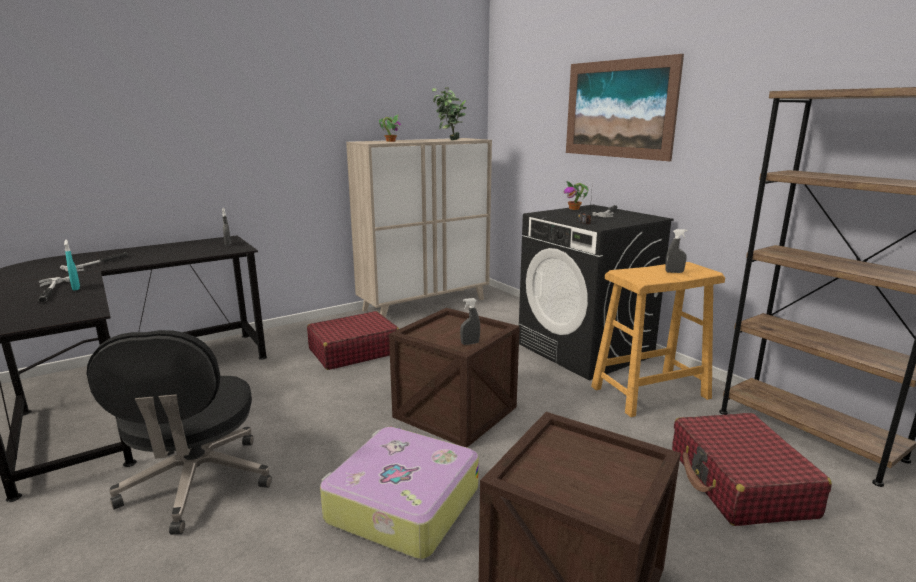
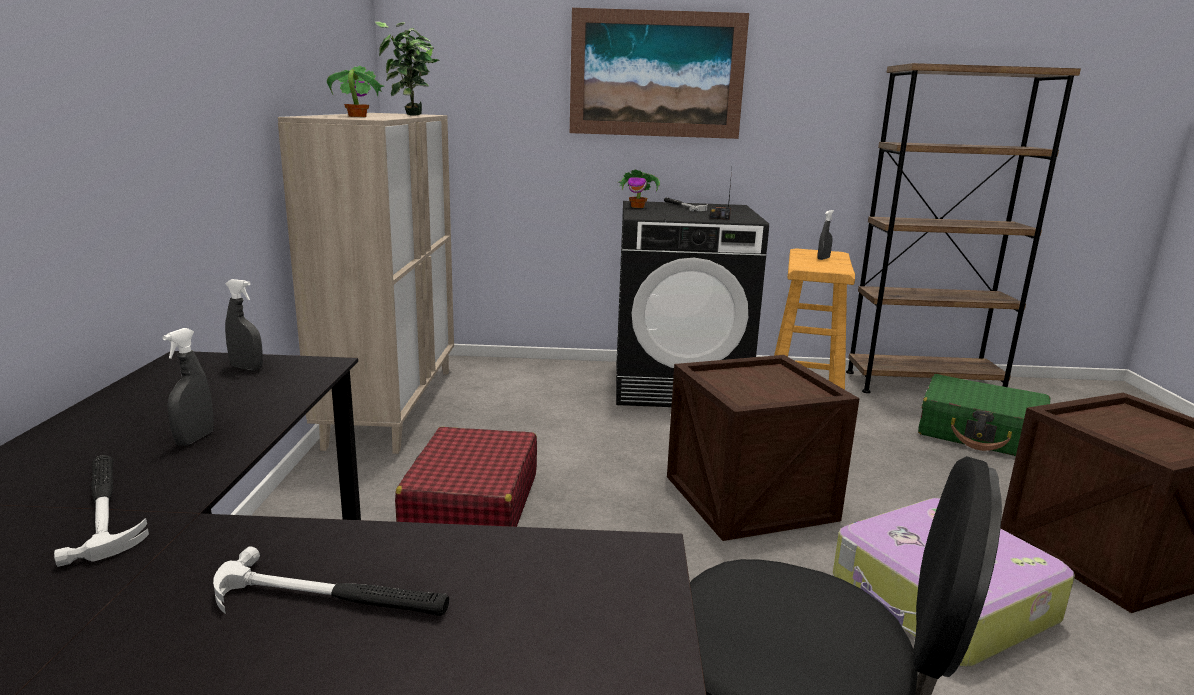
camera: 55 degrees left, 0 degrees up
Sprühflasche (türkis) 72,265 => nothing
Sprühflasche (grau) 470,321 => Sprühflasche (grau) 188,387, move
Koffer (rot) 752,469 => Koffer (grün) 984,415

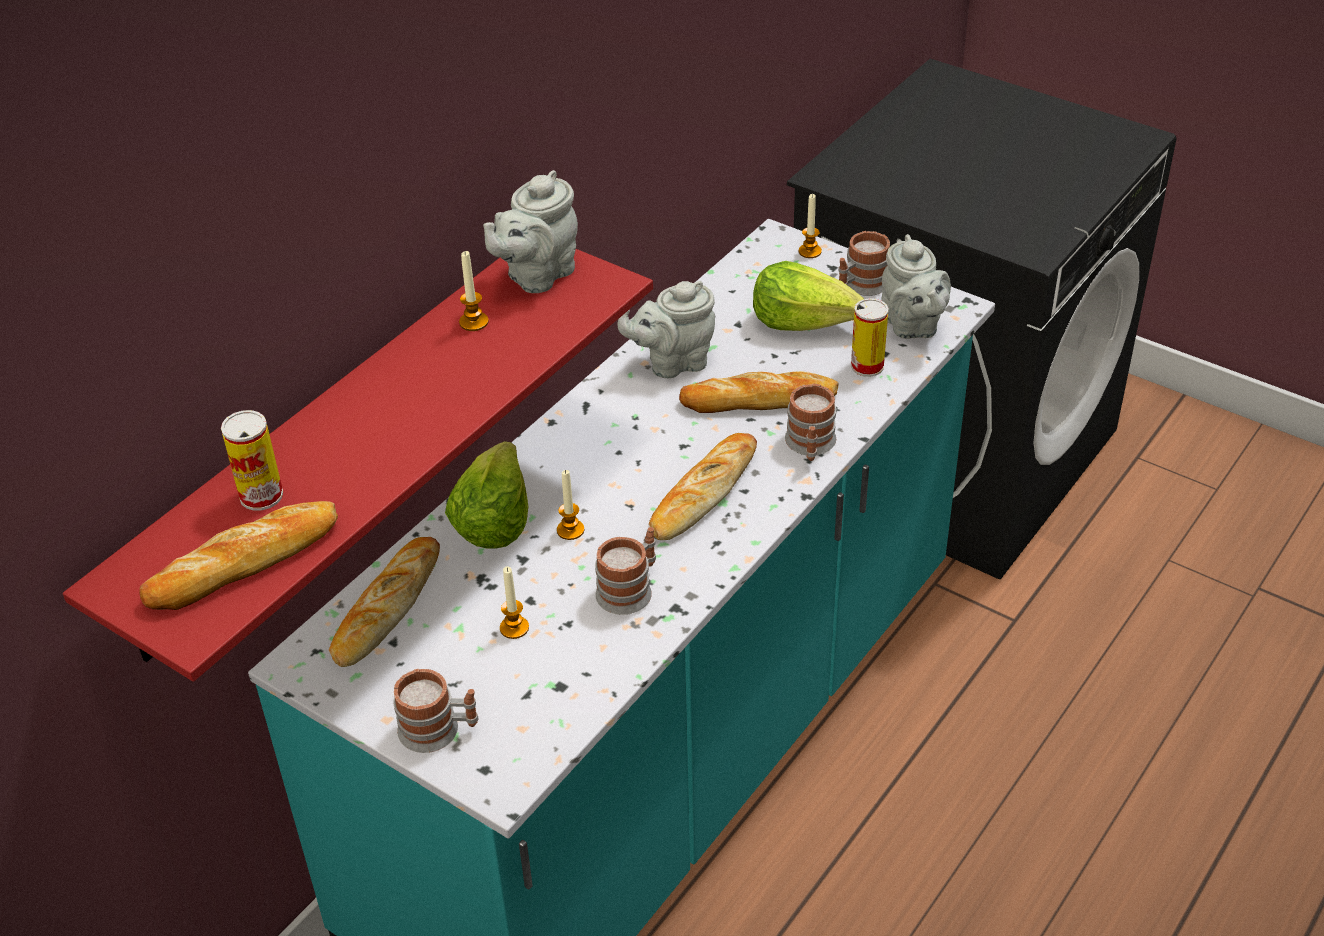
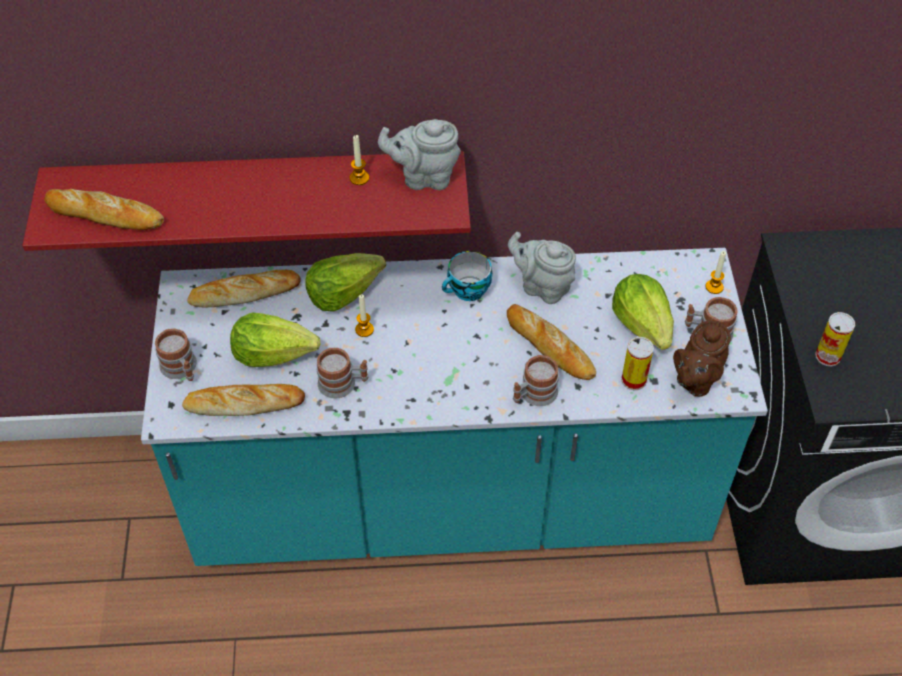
camera: 50 degrees right, 10 degrees up
nothing => Tasse 467,276
Dose 252,460 => Dose 835,339, move
Brot 703,486 => Brot 243,400, move
Kerze 514,602 => Salatkopf 275,340
Teekanne (grau) 916,286 => Teekanne (braun) 702,359

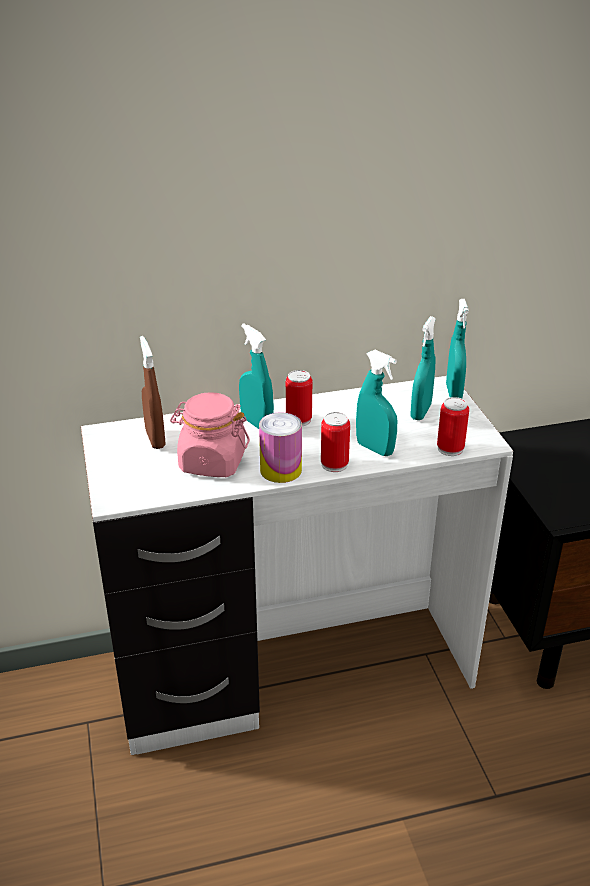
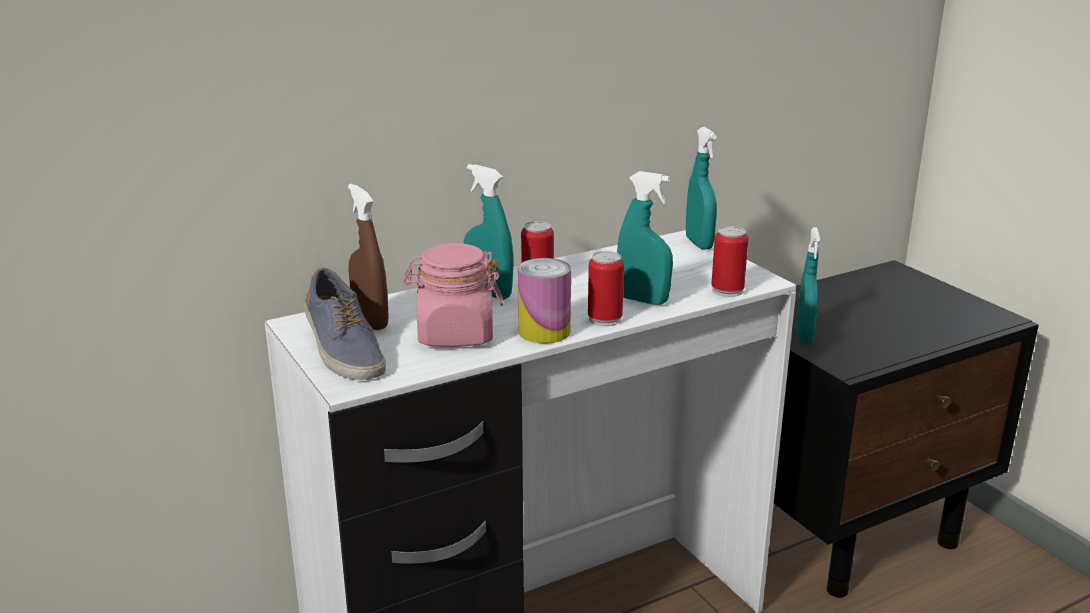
camera: 15 degrees left, 10 degrees down
nothing => Schuh 345,323
Sprühflasche (türkis) 423,368 => Sprühflasche (türkis) 808,285, move

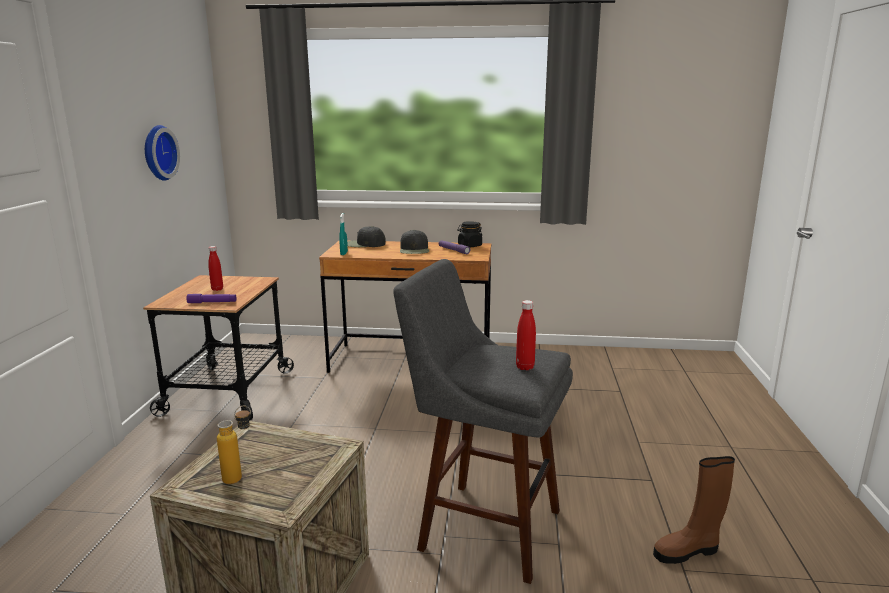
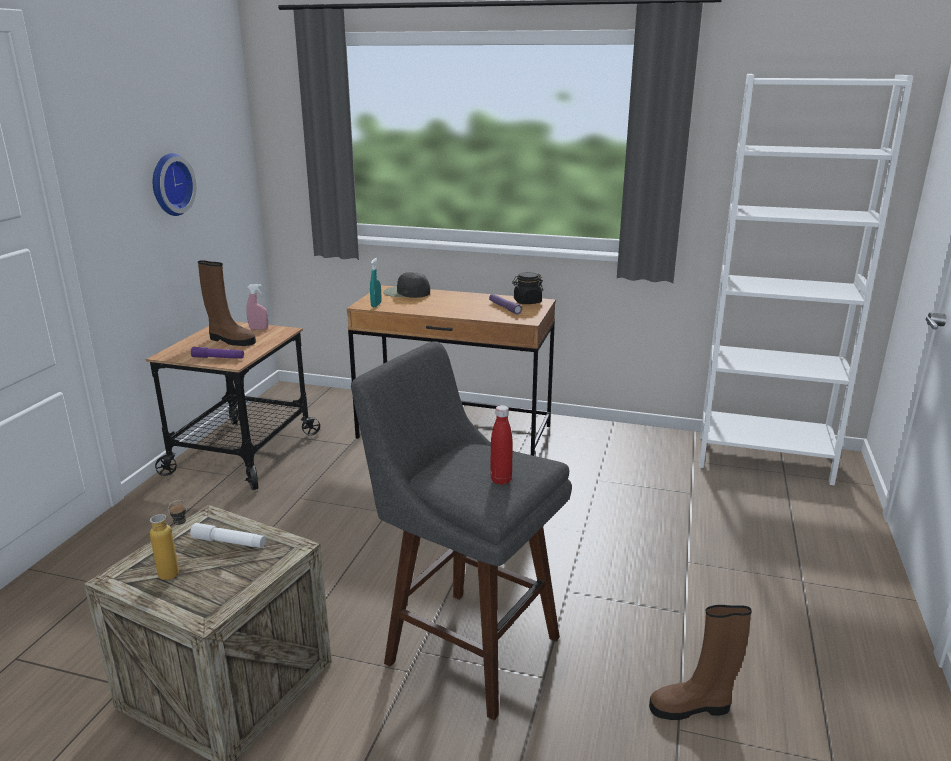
camera: 10 degrees right, 5 degrees up
Kappe (schwarz) 414,242 => nothing
nothing => Taschenlampe (weiß) 228,535
nothing => Sprühflasche (rosa) 257,306
nothing => Bücherregal (weiß) 806,280
Flasche (rot) 215,268 => Stiefel (braun) 227,303

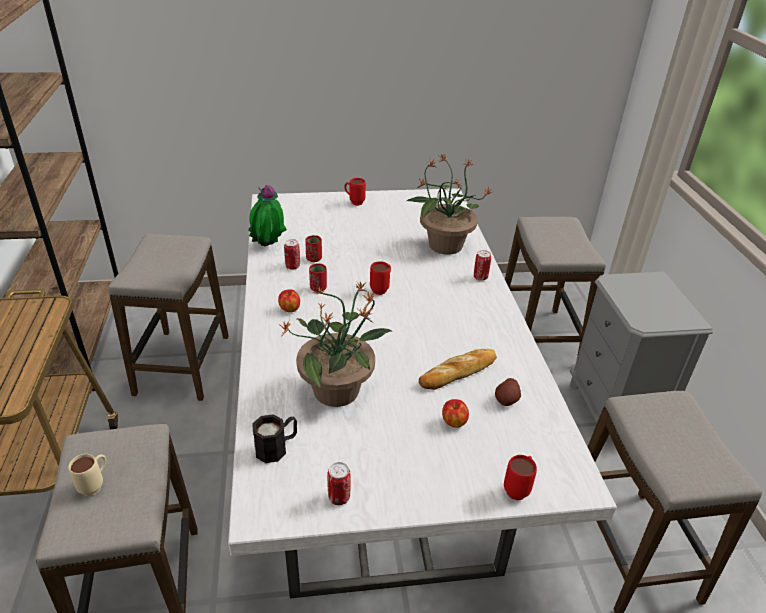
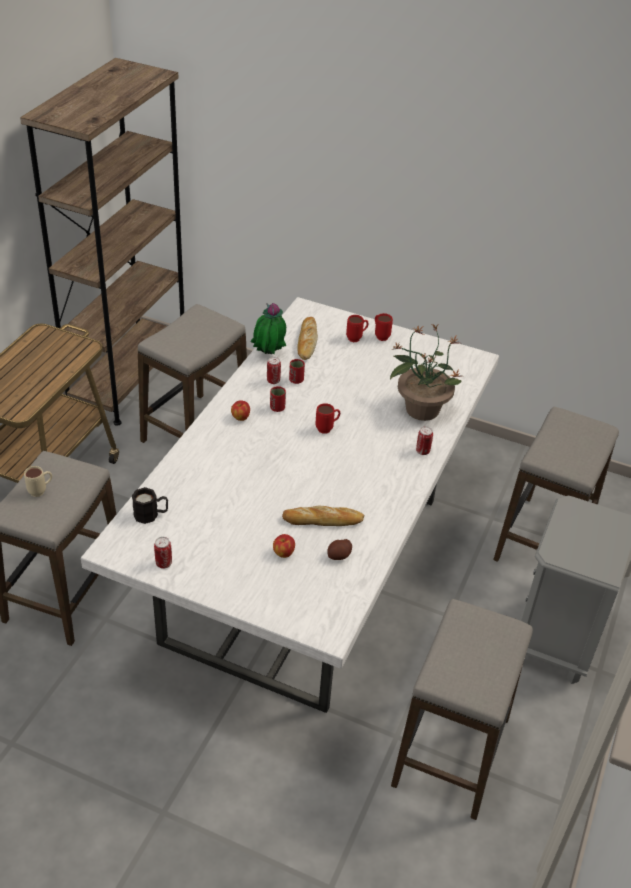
camera: 30 degrees right, 5 degrees up
Topfpflanze 336,343 => nothing
nothing => Brot 307,338
Henkelbecher (rot) 520,477 => Henkelbecher (rot) 357,328, move

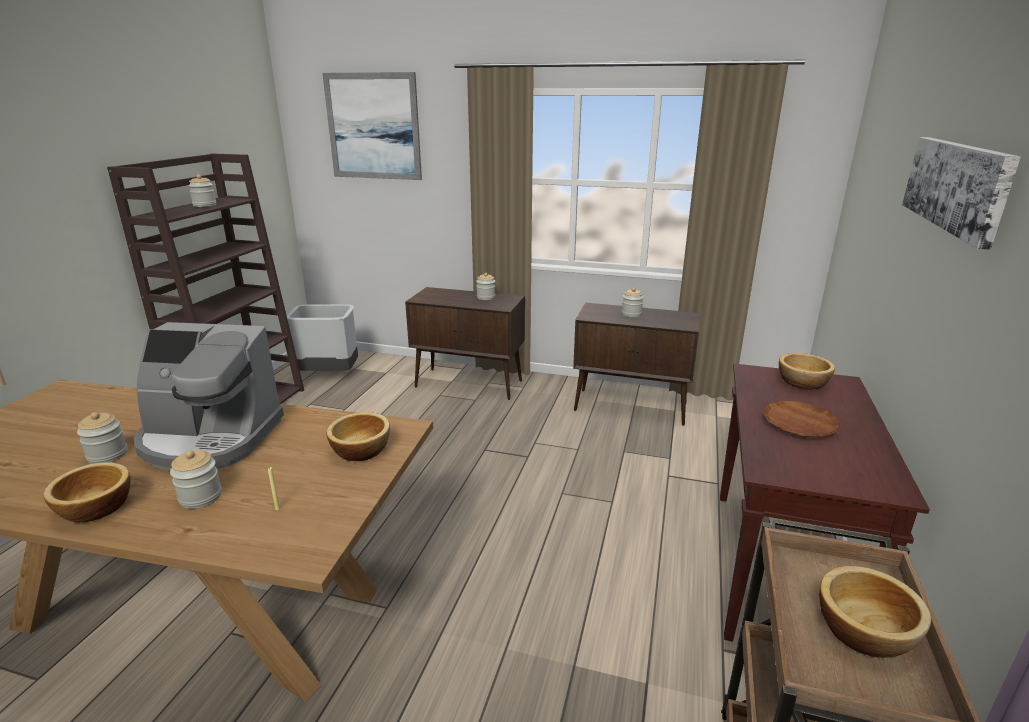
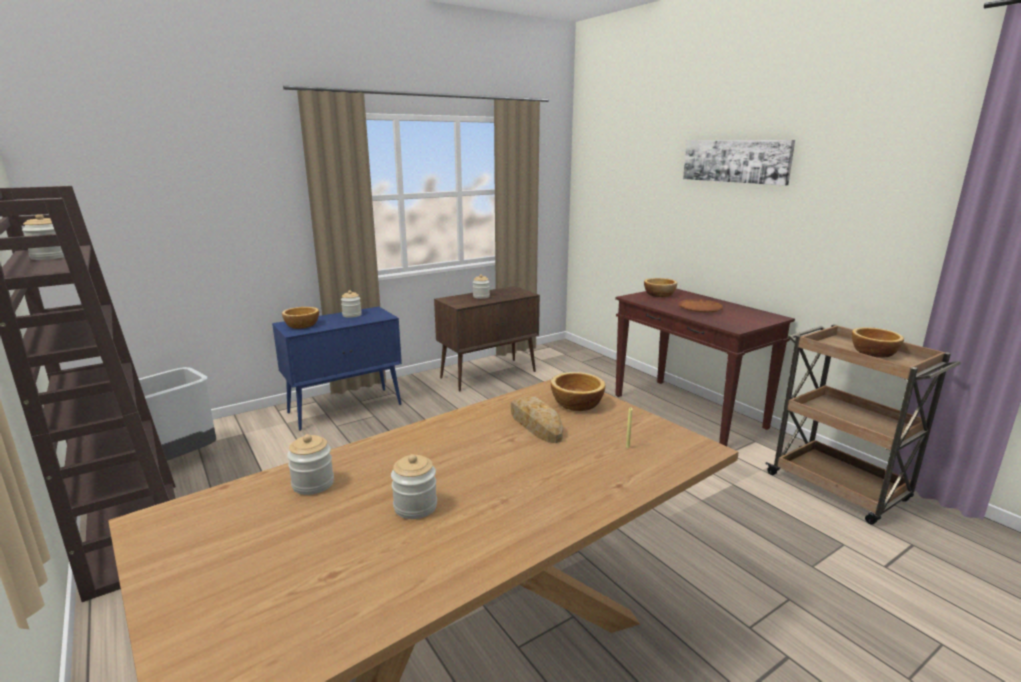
camera: 50 degrees left, 5 degrees down
Kaffeemaschine 209,396 => nothing
Bild 372,126 => nothing
nothing => Brot 537,419
Schüssel 87,492 => Schüssel 300,318, move
Vorratsglas 196,479 => Vorratsglas 310,464, move
Schrank (braun) 465,343 => Schrank (blau) 337,369

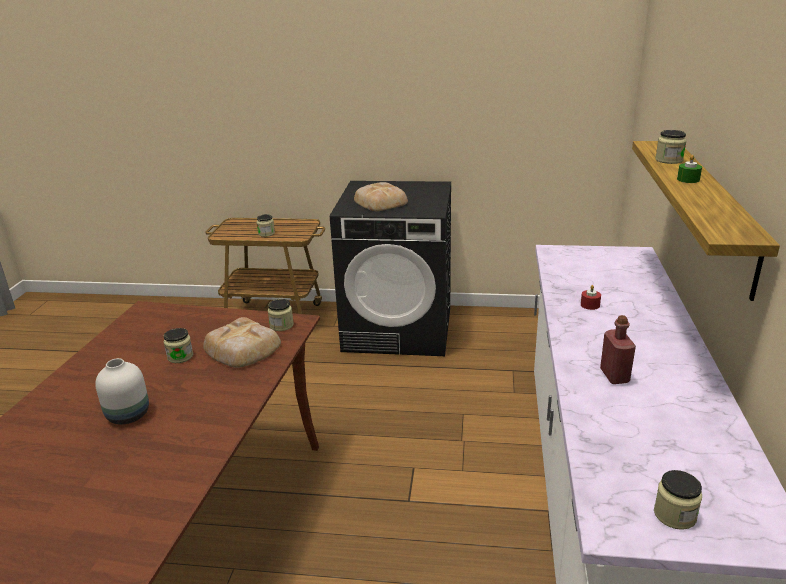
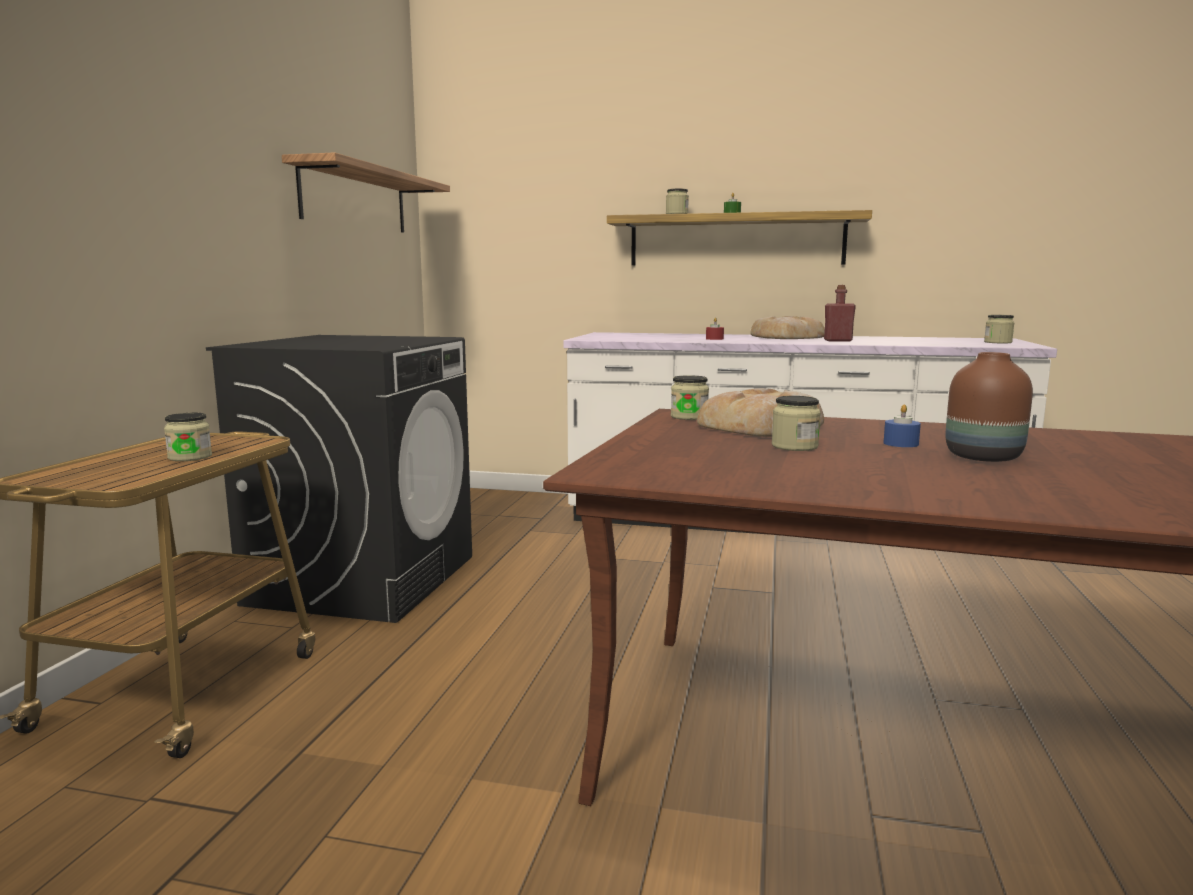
camera: 85 degrees left, 15 degrees down
nothing => Wandregal 366,192
nothing => Kerze (blau) 902,425
Brot 381,196 => Brot 787,327, move
Vase (weiß) 122,391 => Vase (braun) 989,407

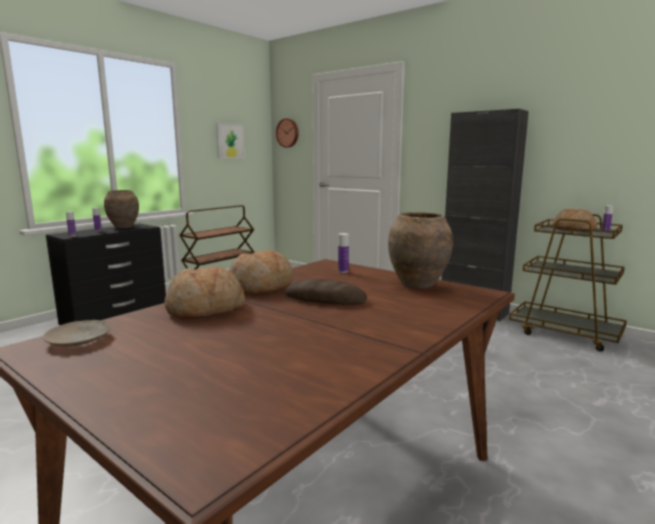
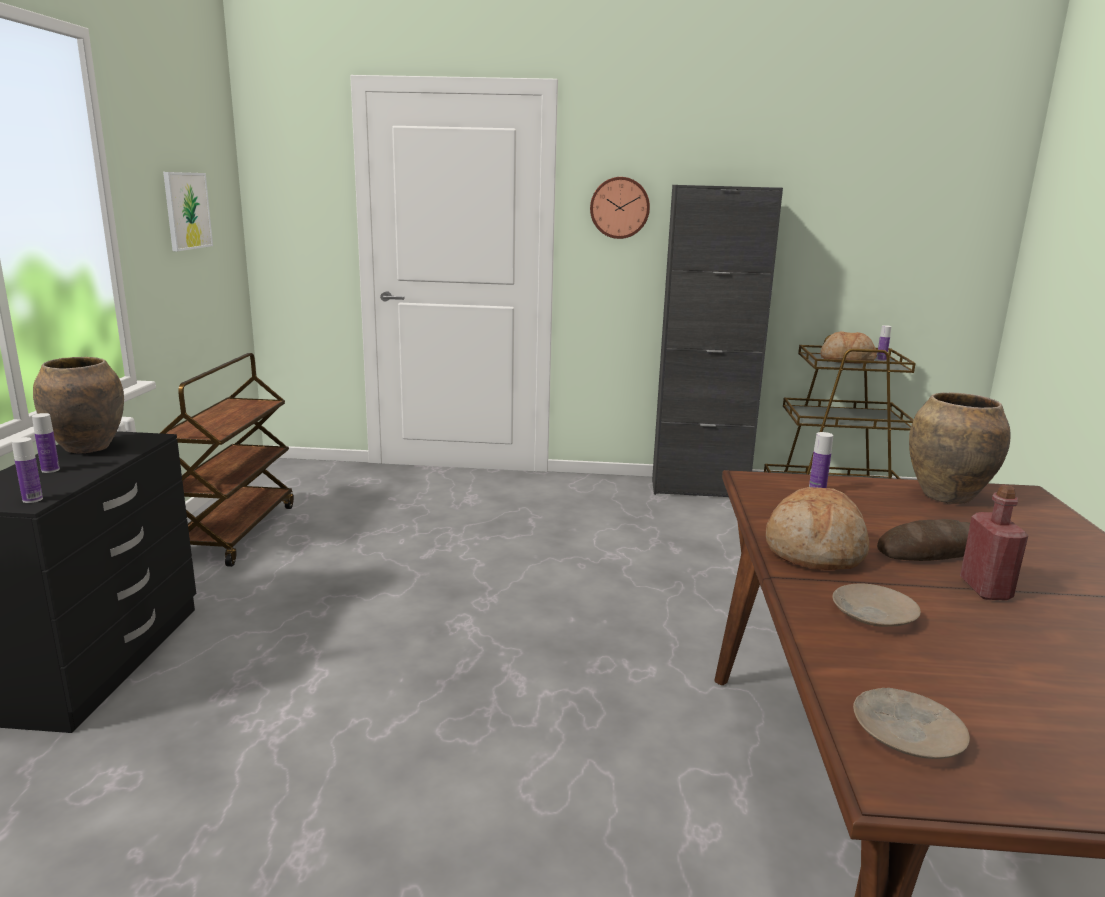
camera: 35 degrees left, 5 degrees up
nothing => Flasche (rot) 994,542
Wanduhr 287,133 => Wanduhr 620,208, move
Brot 205,293 => Teller (beige) 876,605

